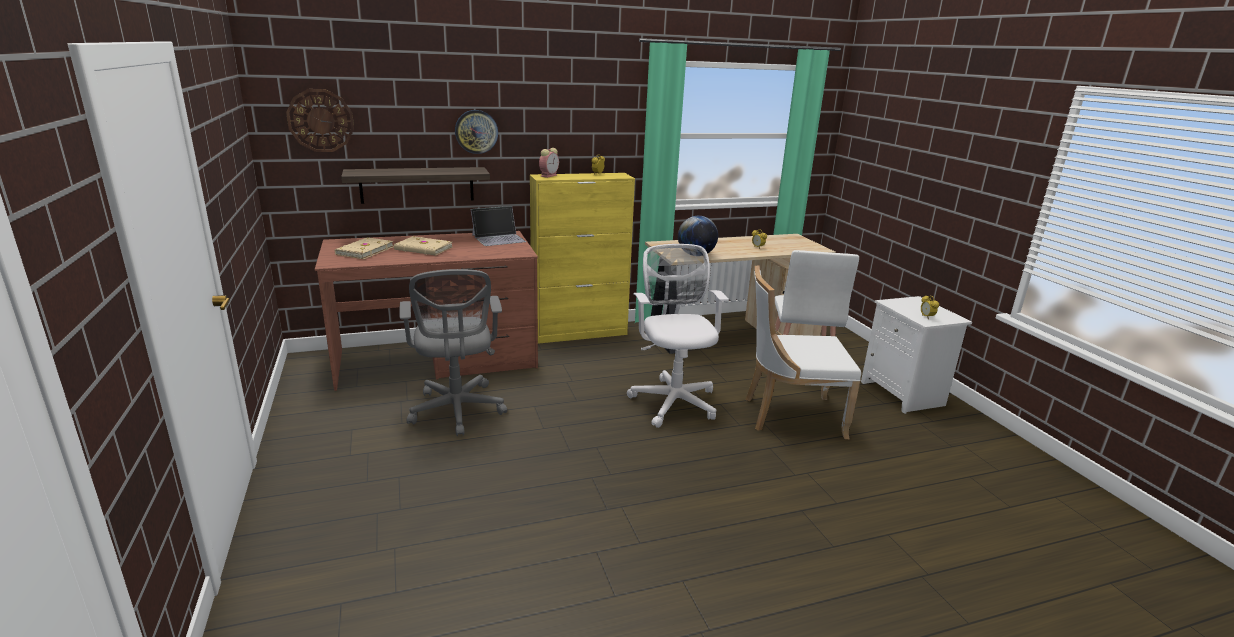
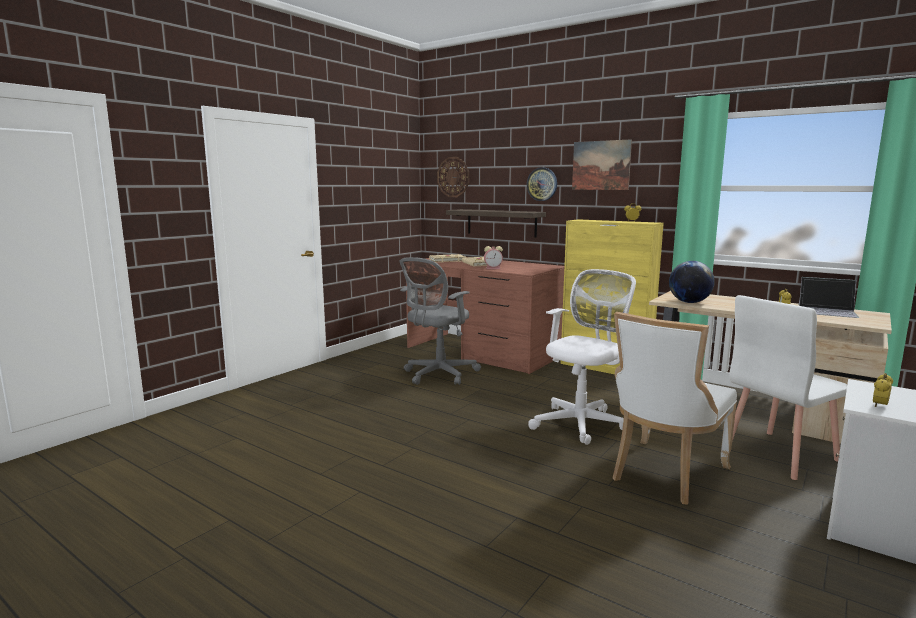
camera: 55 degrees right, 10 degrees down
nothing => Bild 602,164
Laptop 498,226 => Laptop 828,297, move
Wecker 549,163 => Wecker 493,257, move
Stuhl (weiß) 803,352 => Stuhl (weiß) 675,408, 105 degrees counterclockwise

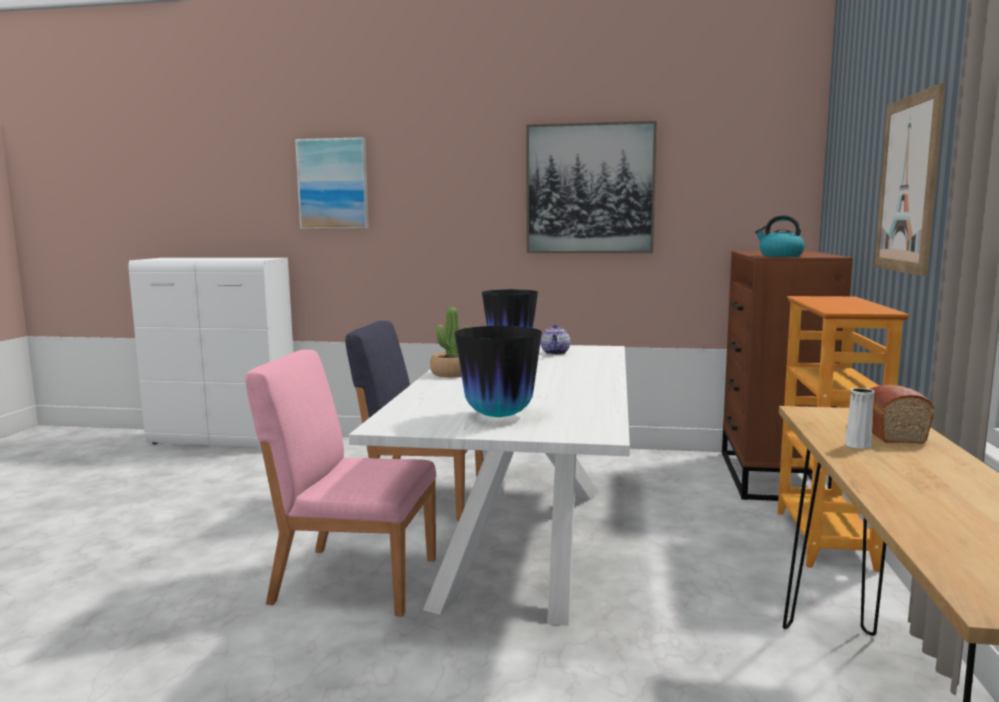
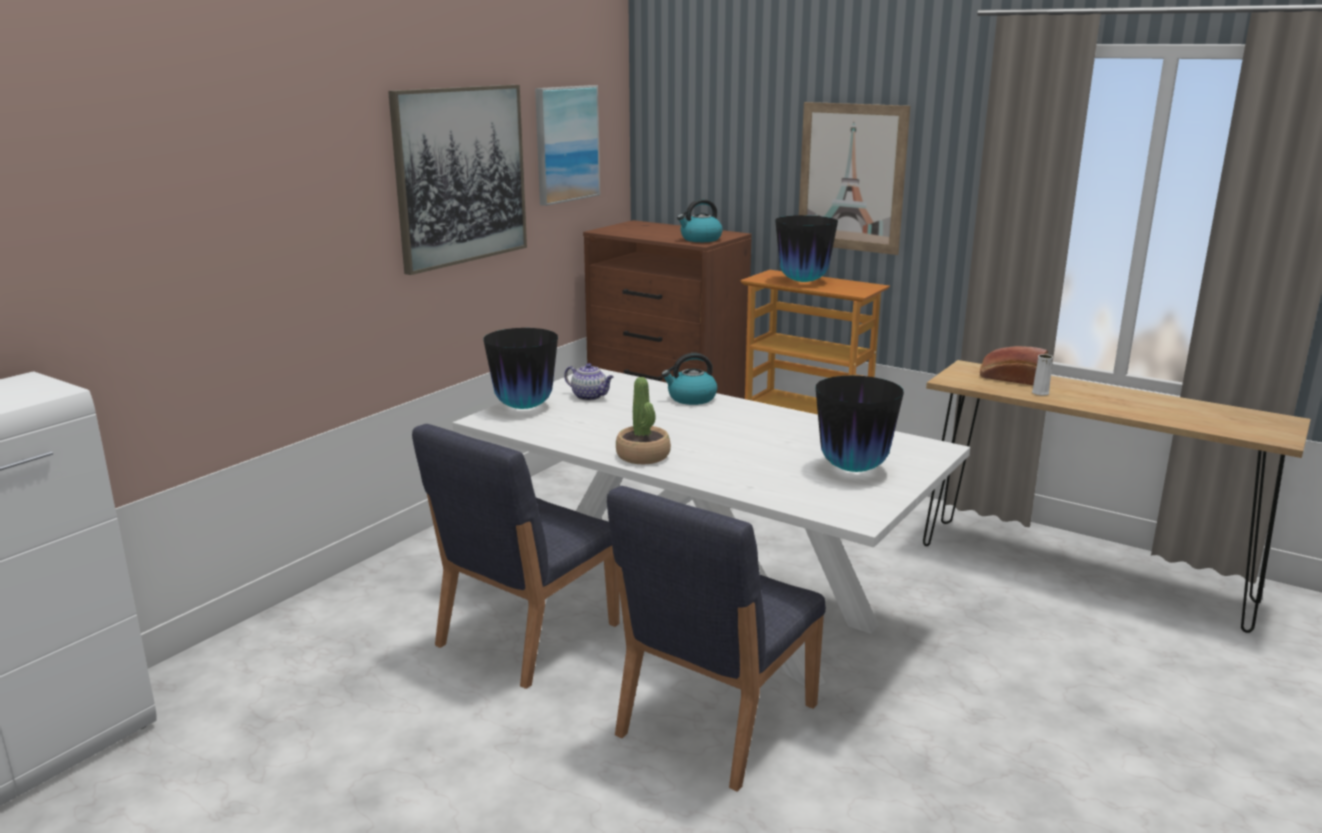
camera: 65 degrees left, 10 degrees up
nothing => Wasserkessel 689,379
nothing => Vase 806,248
Bild 332,183 => Bild 567,145, move
Stuhl (rosa) 340,483 => Stuhl (blau) 716,639

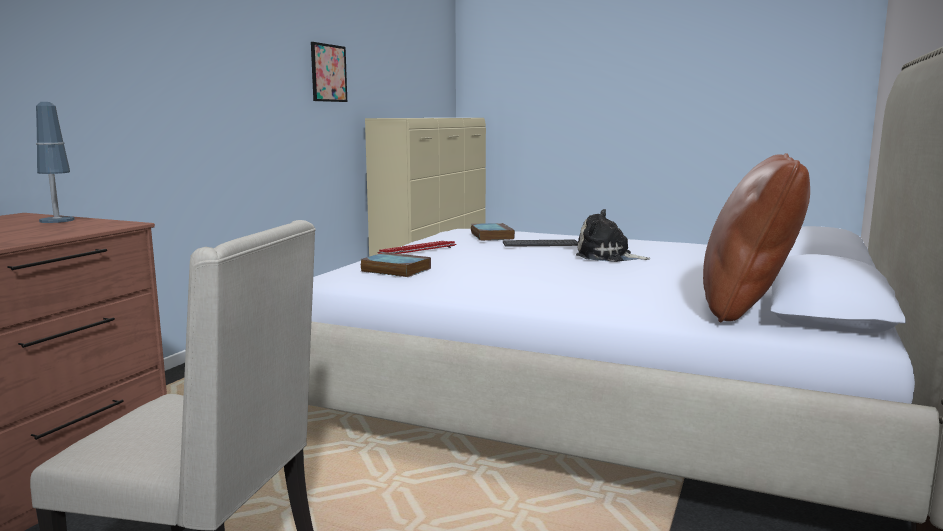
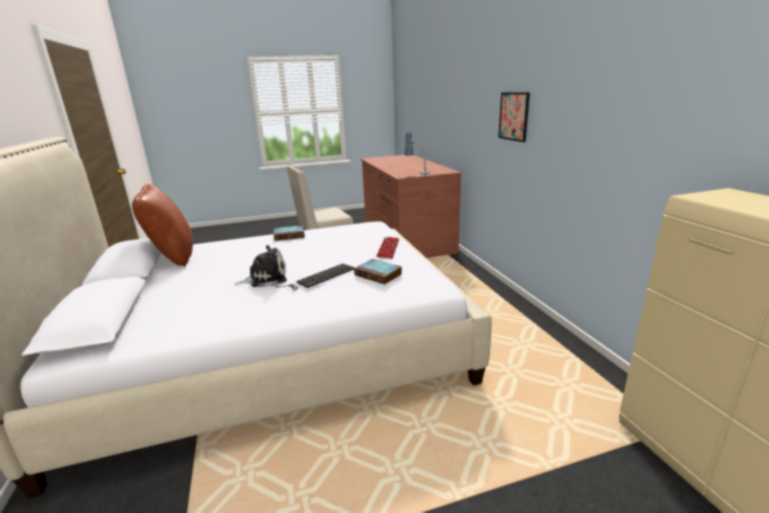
camera: 140 degrees right, 10 degrees up
Bild 329,72 => Bild 514,117, move
Buch 395,264 => Buch 289,233, move

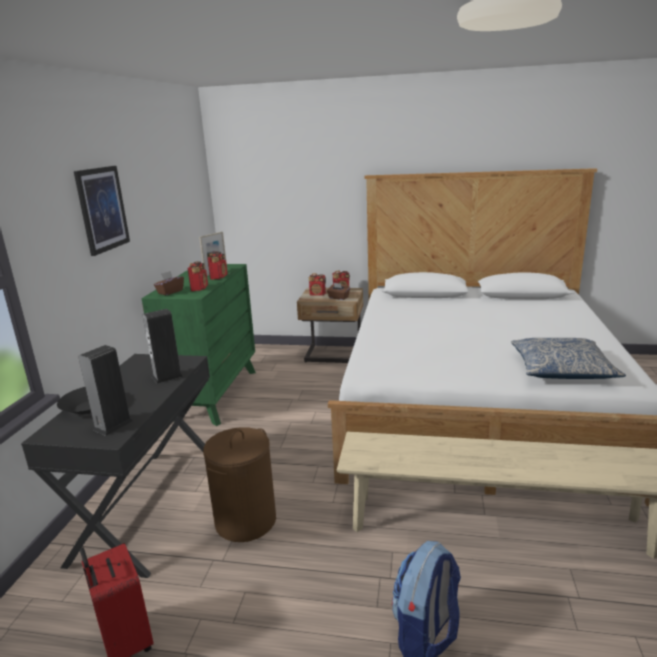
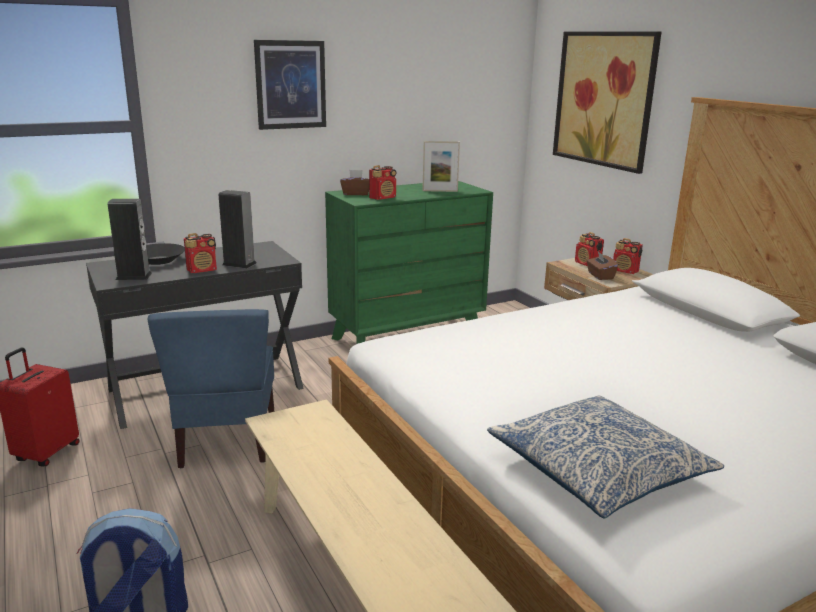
camera: 50 degrees right, 0 degrees up
nothing => Bild 607,102
Radio 217,266 => Radio 200,253, move
Wäschekorb (braun) 239,484 => Stuhl (blau) 211,388

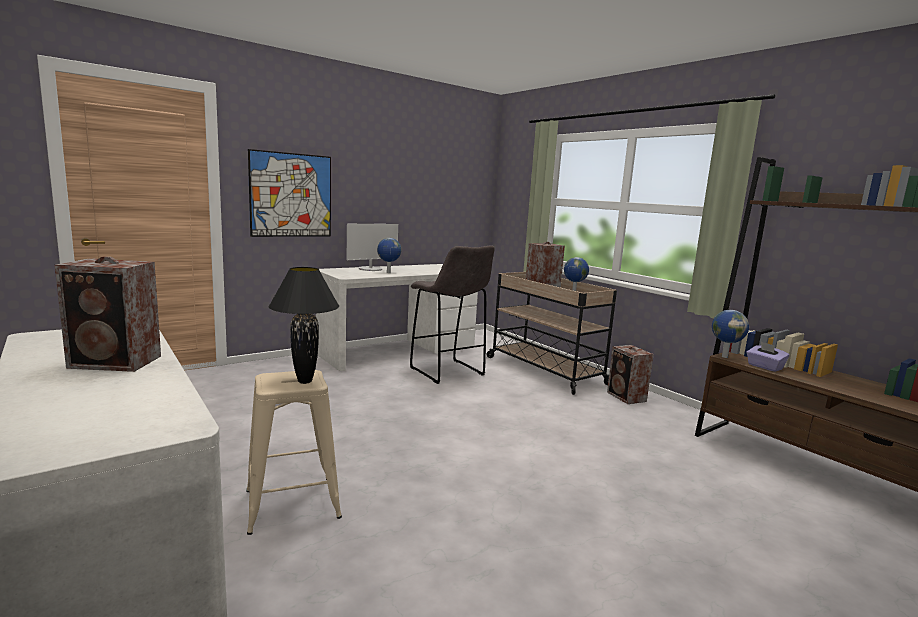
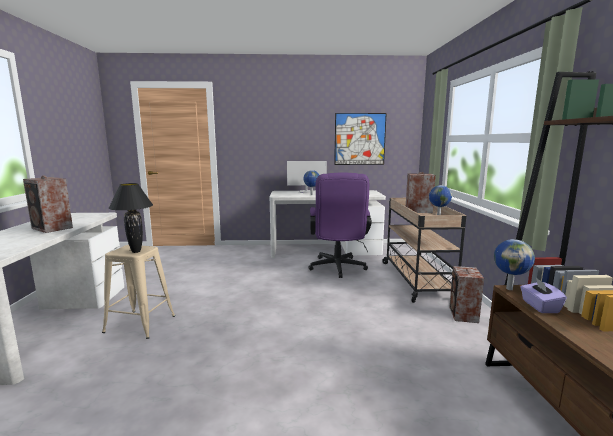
camera: 35 degrees right, 0 degrees up
Bild 289,193 => Bild 360,139, move
Hocker (grau) 452,314 => Bürostuhl (lila) 340,225

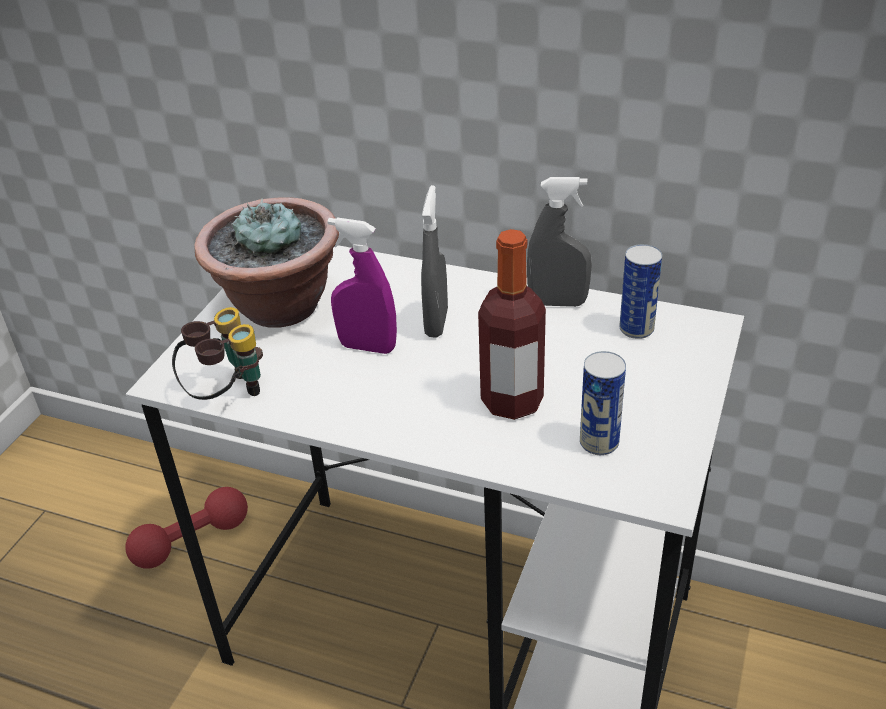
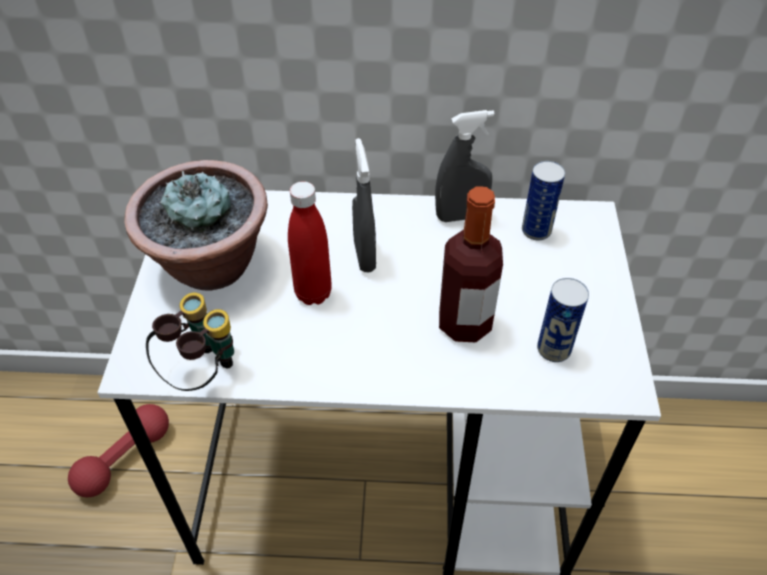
camera: 20 degrees left, 10 degrees up
Sprühflasche (lila) 362,285 => Flasche (rot) 310,243

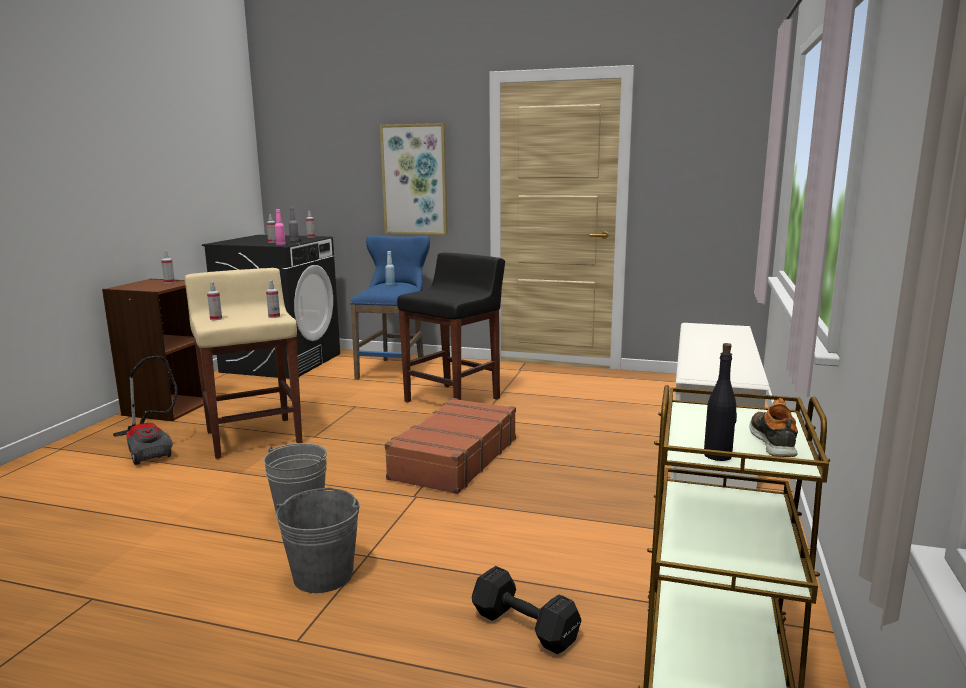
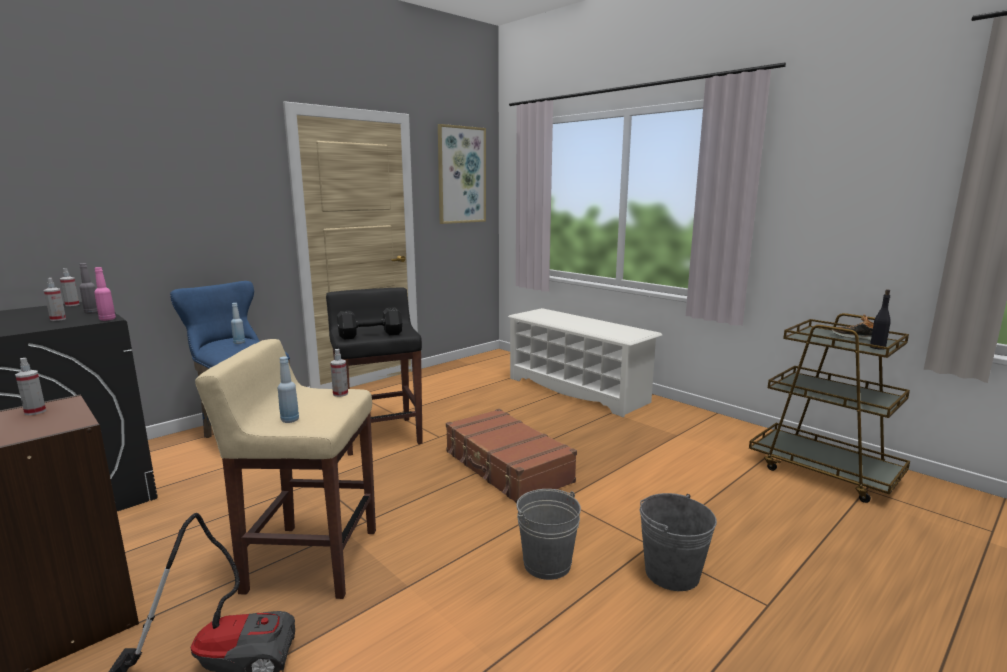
camera: 60 degrees left, 0 degrees up
Bild 413,179 => Bild 462,174, move
Hantel (schwarz) 526,610 => Hantel (schwarz) 369,323, move
Sprühflasche 214,301 => Flasche (blau) 288,389

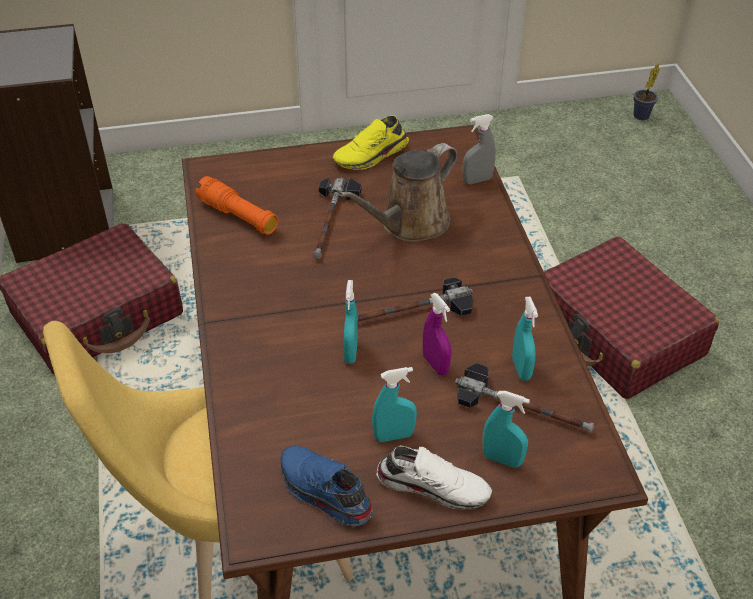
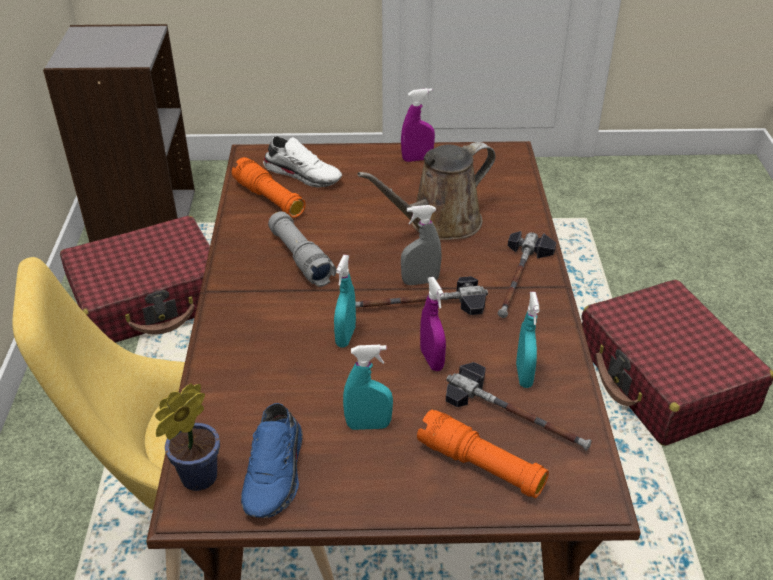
camera: 10 degrees right, 5 degrees down
nothing => Taschenlampe (grau) 302,249
Hammer 337,218 => Hammer 527,274, move
Schuh (weiß) 434,477 => Schuh (weiß) 302,161, move
Sprühflasche (grau) 479,149 => Sprühflasche (grau) 421,245, move
Topfpflanze 646,91 => Topfpflanze 187,437, move
Schuh (gelb) 371,142 => Sprühflasche (lila) 418,125
Sprühflasche (türkis) 506,429 => Taschenlampe (orange) 483,454
Schuh (blau) 327,486 => Schuh (blau) 272,460, 135 degrees counterclockwise

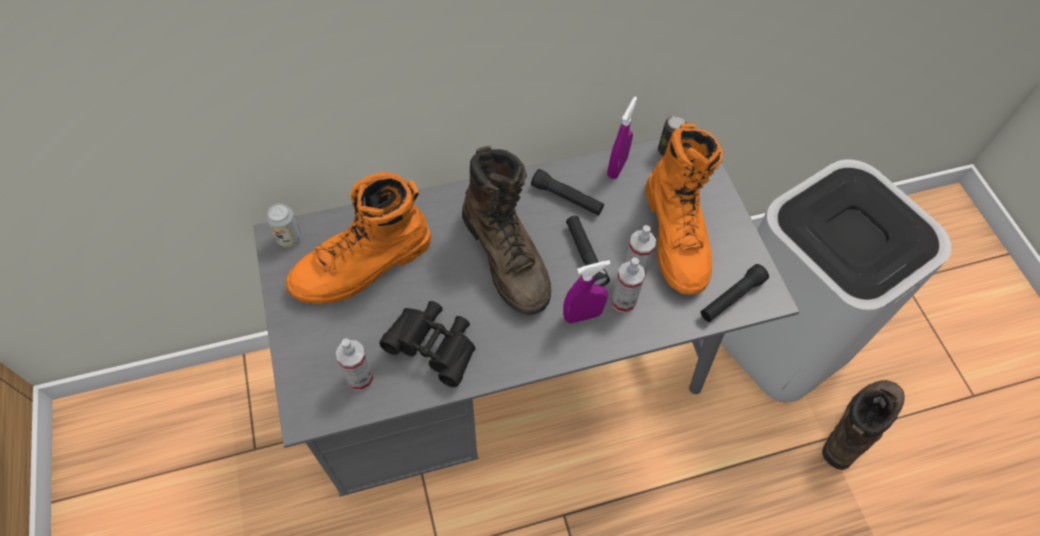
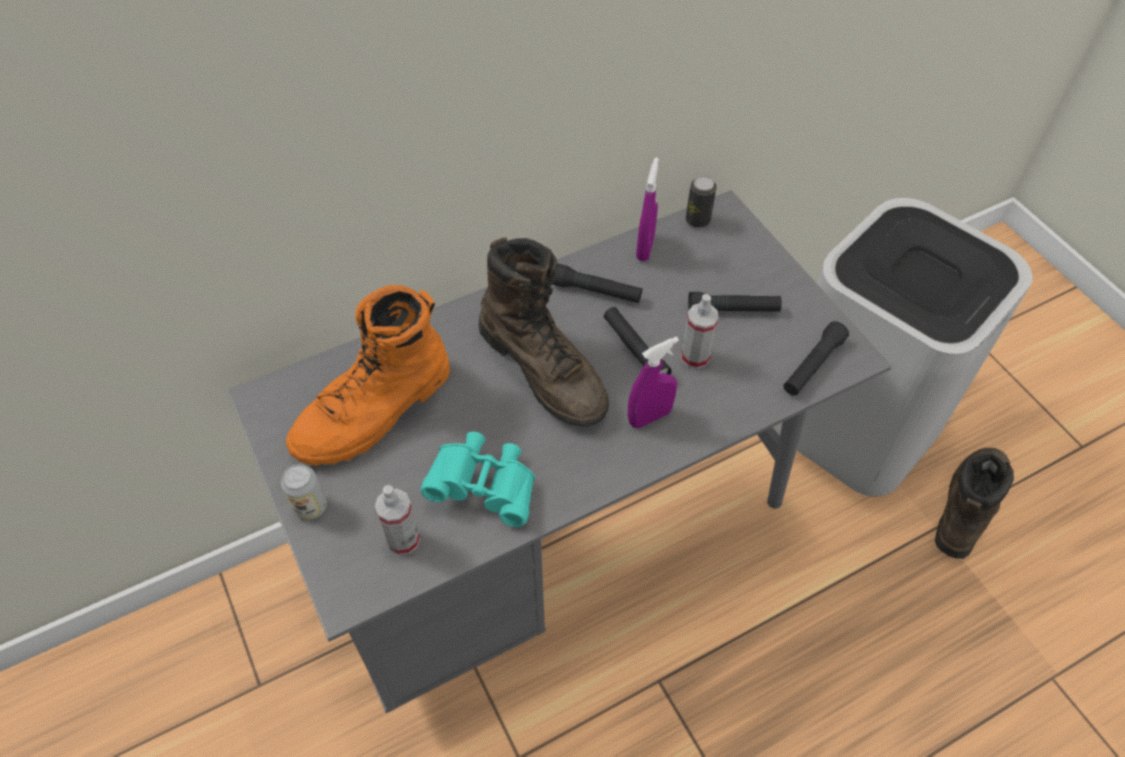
camera: 10 degrees left, 5 degrees down
Sprühflasche 628,285 => nothing
Dose 283,225 => Dose 304,492, move
Stiefel (orange) 684,209 => Taschenlampe (schwarz) 735,302
Fernglas (schwarz) 427,344 => Fernglas (türkis) 478,479

